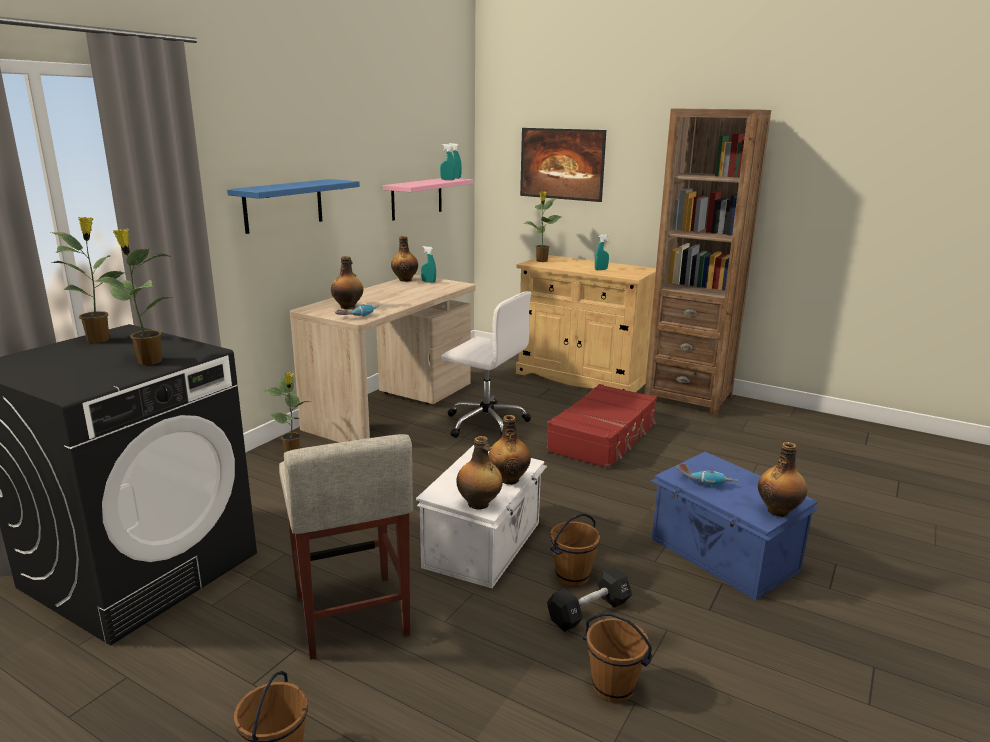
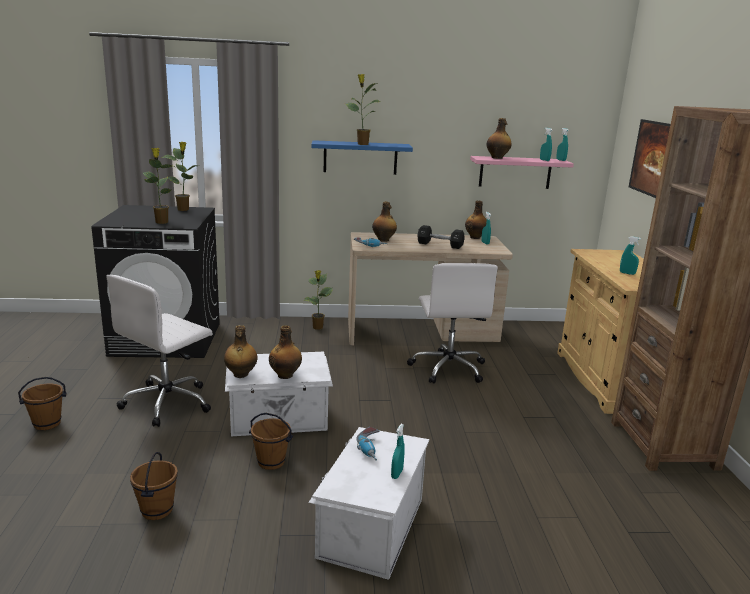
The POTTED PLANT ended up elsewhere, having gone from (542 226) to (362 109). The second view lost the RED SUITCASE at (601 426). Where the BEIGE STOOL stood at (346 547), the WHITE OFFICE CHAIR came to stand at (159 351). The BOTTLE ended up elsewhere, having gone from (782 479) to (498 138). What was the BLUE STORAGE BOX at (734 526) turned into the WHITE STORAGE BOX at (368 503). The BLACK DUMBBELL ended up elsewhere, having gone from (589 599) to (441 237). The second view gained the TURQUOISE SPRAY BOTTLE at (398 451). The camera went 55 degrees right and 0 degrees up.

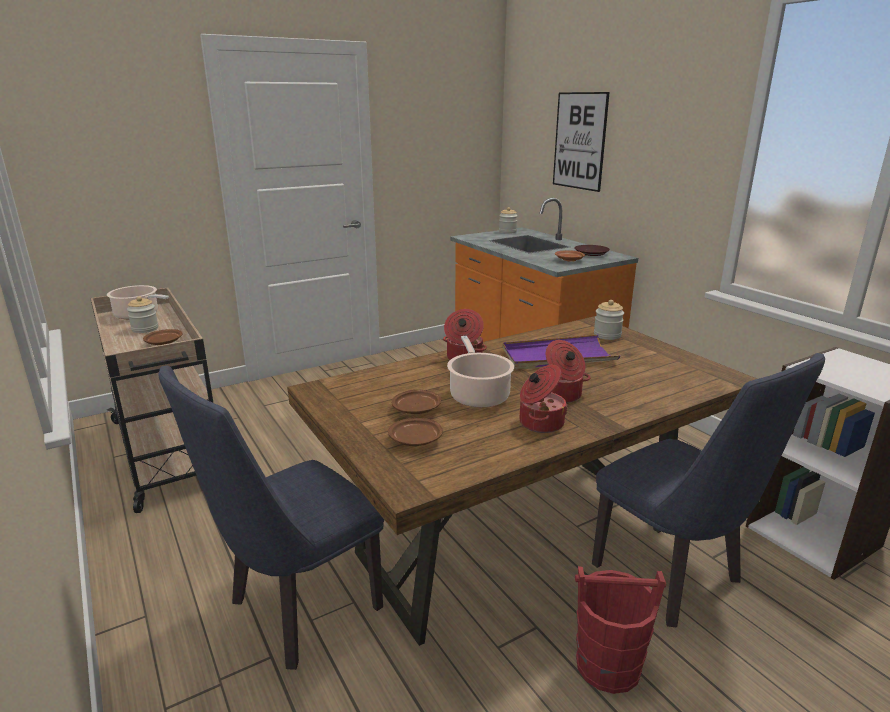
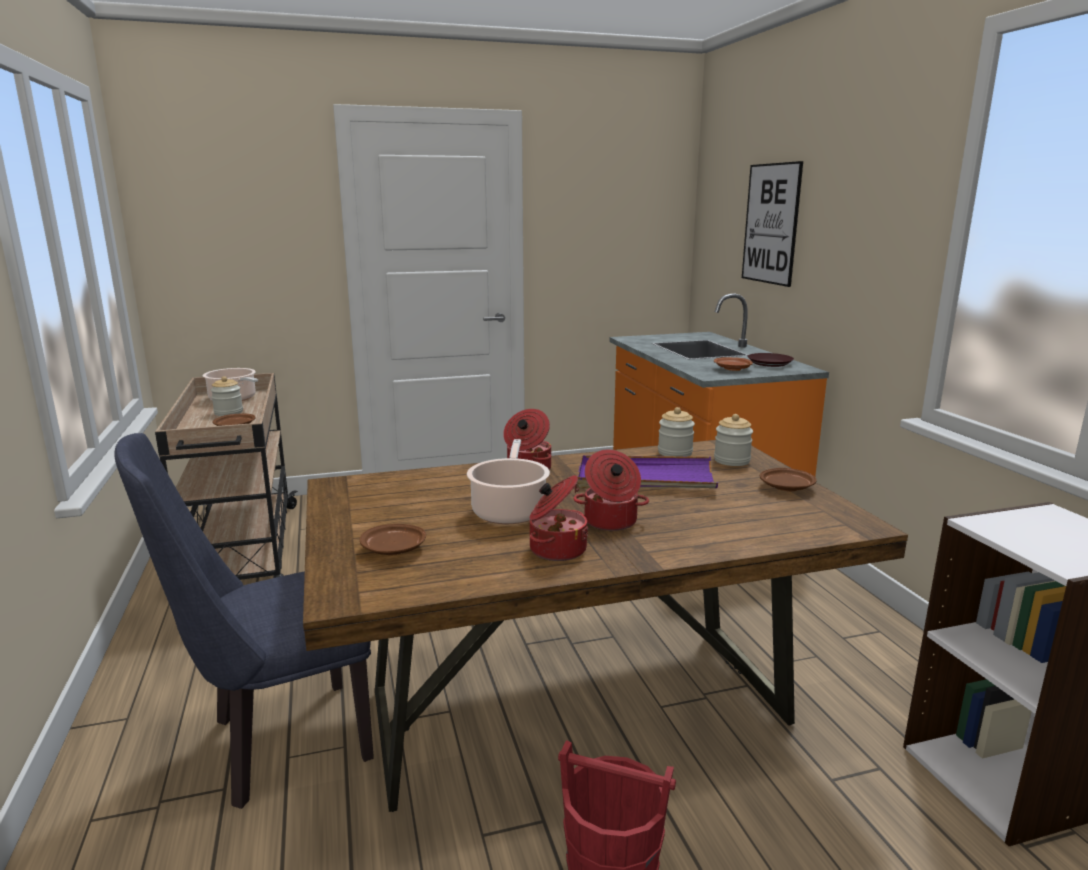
The JAR ended up elsewhere, having gone from (508 220) to (676 431). The second view lost the BLUE CHAIR at (708 490). The BROWN PLATE ended up elsewhere, having gone from (416 401) to (788 479). The camera went 15 degrees right and 5 degrees down.

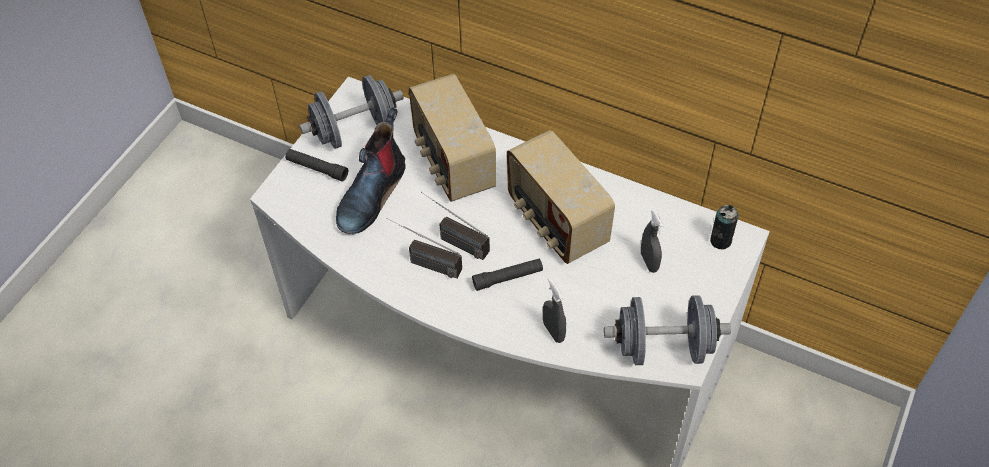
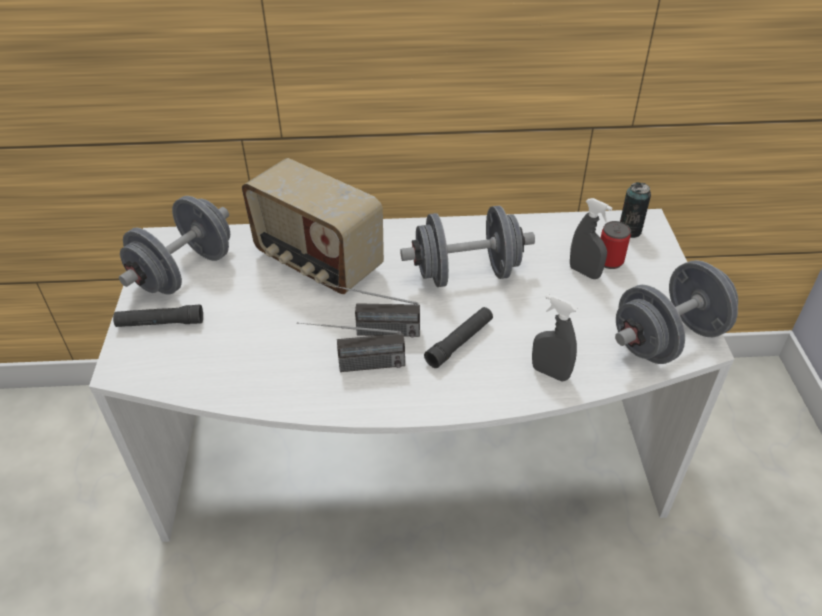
The second view lost the BOOT at (371 170). Where the RADIO stood at (561 197), the GREY DUMBBELL came to stand at (467 246). The second view gained the CAN at (616 245). The camera went 30 degrees left and 10 degrees down.

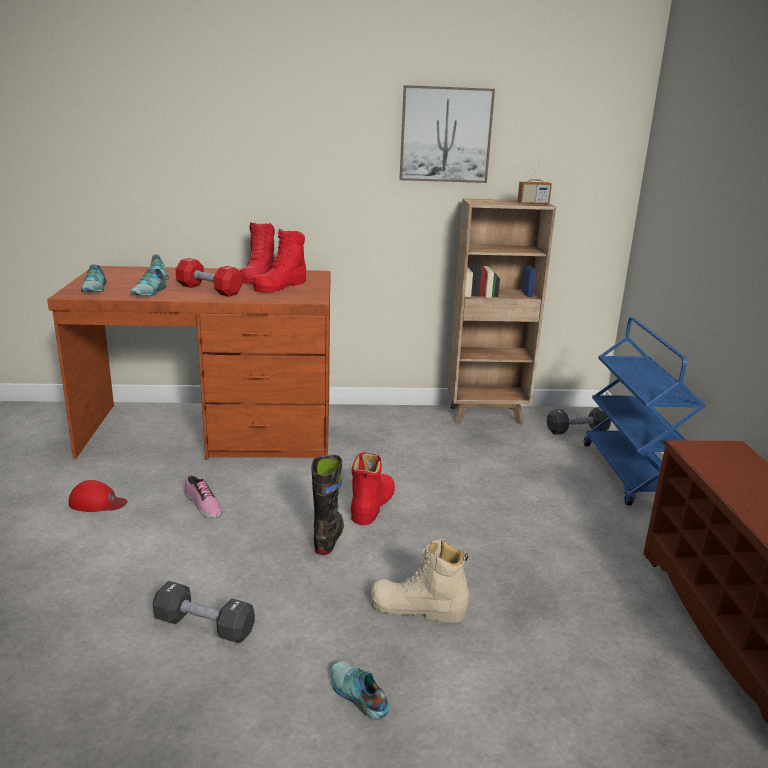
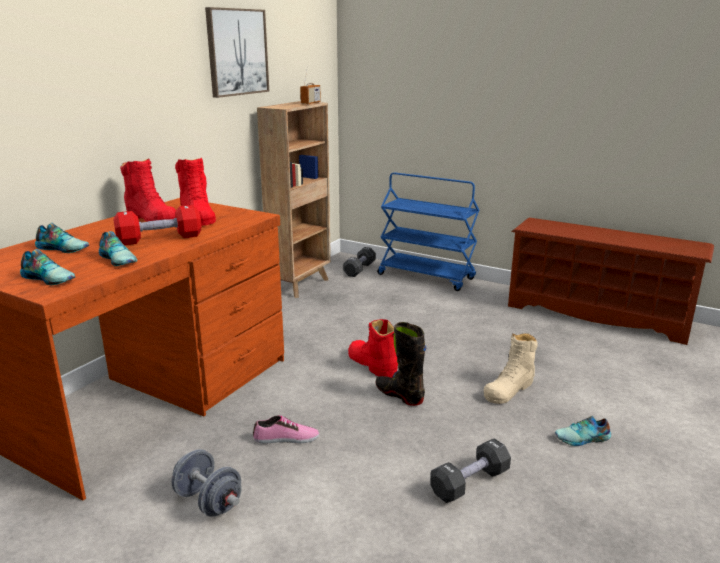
Where the RED CAP stood at (98 496), the GREY DUMBBELL came to stand at (207 483). The camera went 55 degrees left and 0 degrees up.

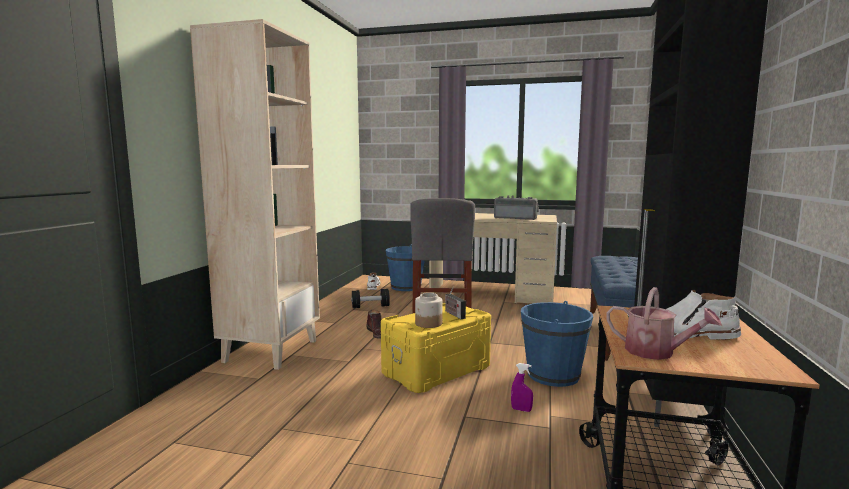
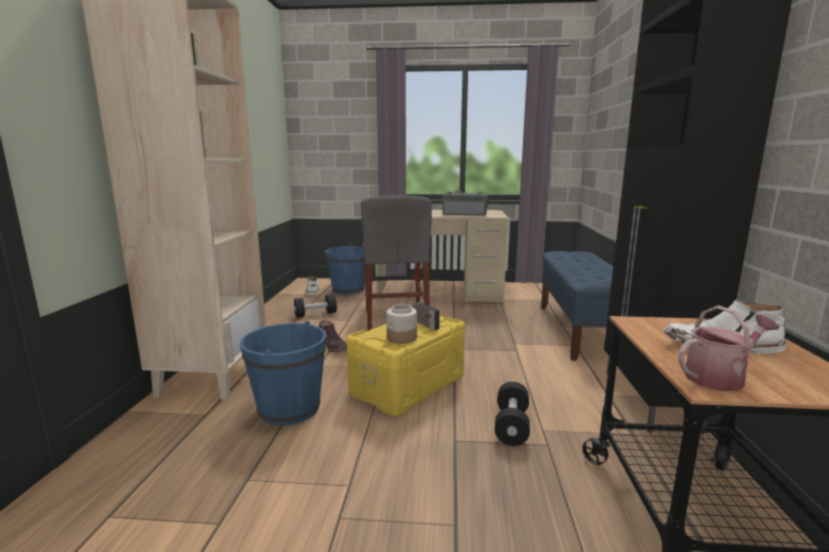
The WATERING CAN at (664 323) ended up facing another way, 45 degrees counterclockwise from before. The BLUE BUCKET ended up elsewhere, having gone from (557 344) to (283 373). Where the PURPLE SPRAY BOTTLE stood at (522 387), the BLACK DUMBBELL came to stand at (512 414). The camera went 10 degrees left and 5 degrees up.

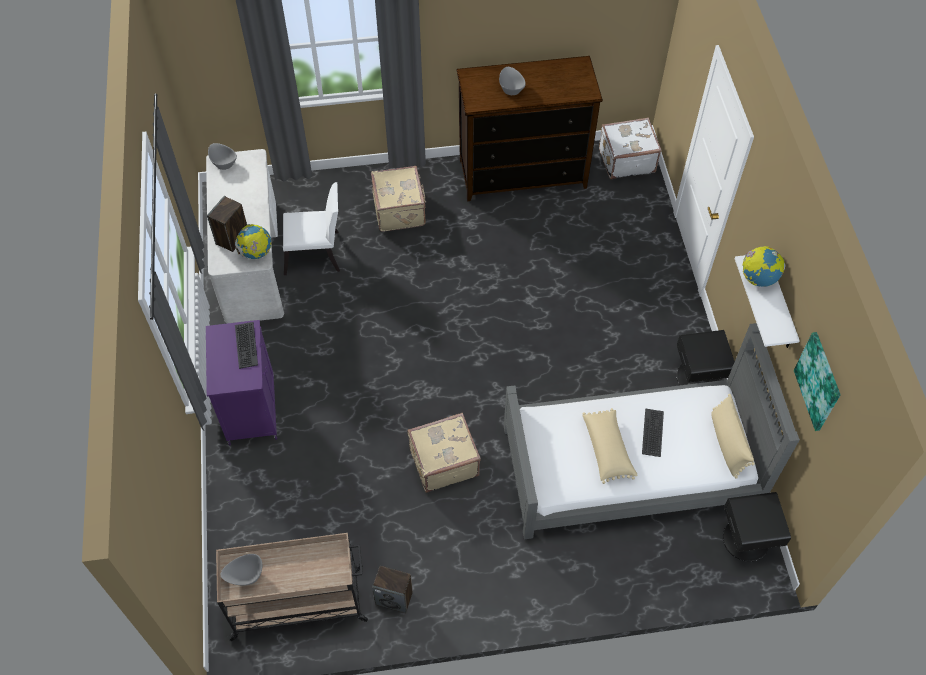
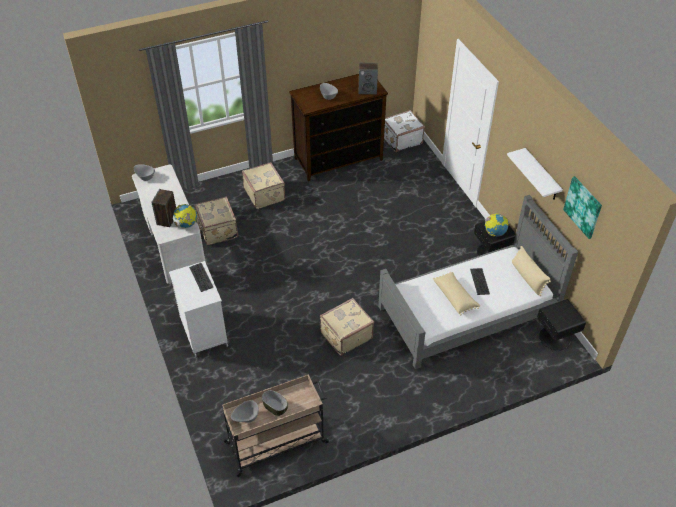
Where the WHITE CHAIR stood at (311 228), the BEIGE SUITCASE came to stand at (216 220). The GLOBE ended up elsewhere, having gone from (764 266) to (497 225). What was the PURPLE CABINET at (241 383) turned into the WHITE CABINET at (198 309). The SPEAKER ended up elsewhere, having gone from (392 589) to (368 79). The second view gained the BOWL at (275 403). The camera went 15 degrees left and 10 degrees down.

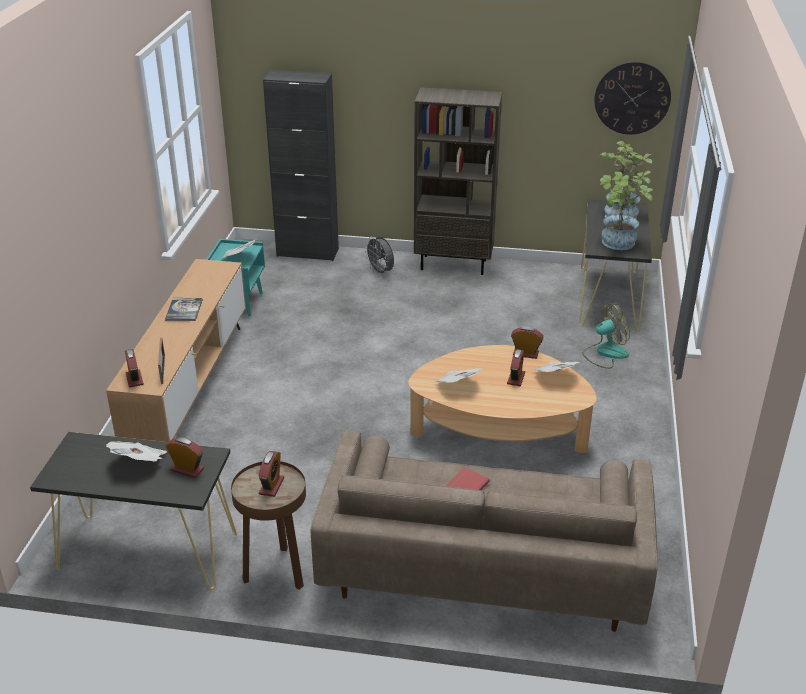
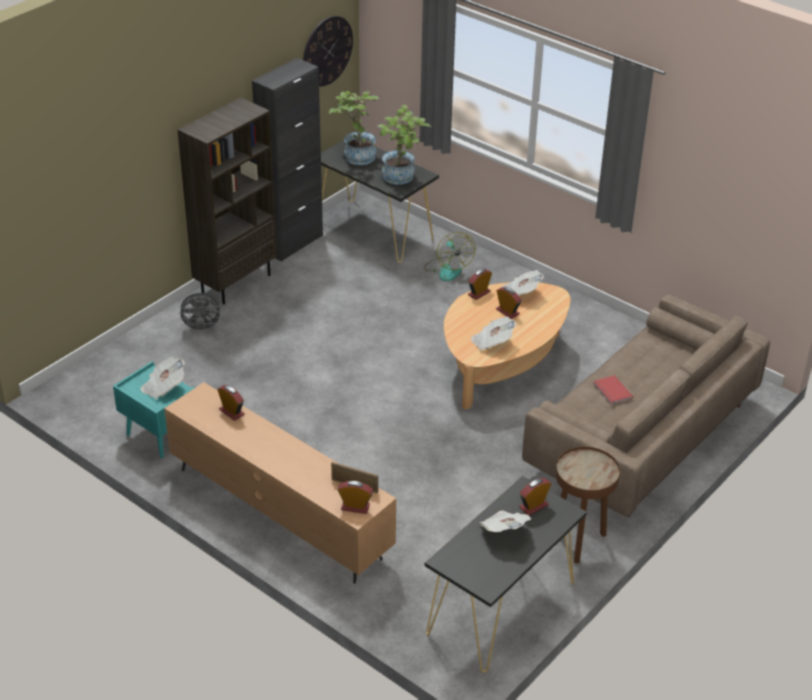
The BLACK CABINET ended up elsewhere, having gone from (301 165) to (287 160). The second view lost the BOOK at (184 309). The FAN at (606 336) ended up facing another way, 150 degrees clockwise from before. The ALARM CLOCK ended up elsewhere, having gone from (271 474) to (231 403). The camera went 60 degrees left and 5 degrees up.

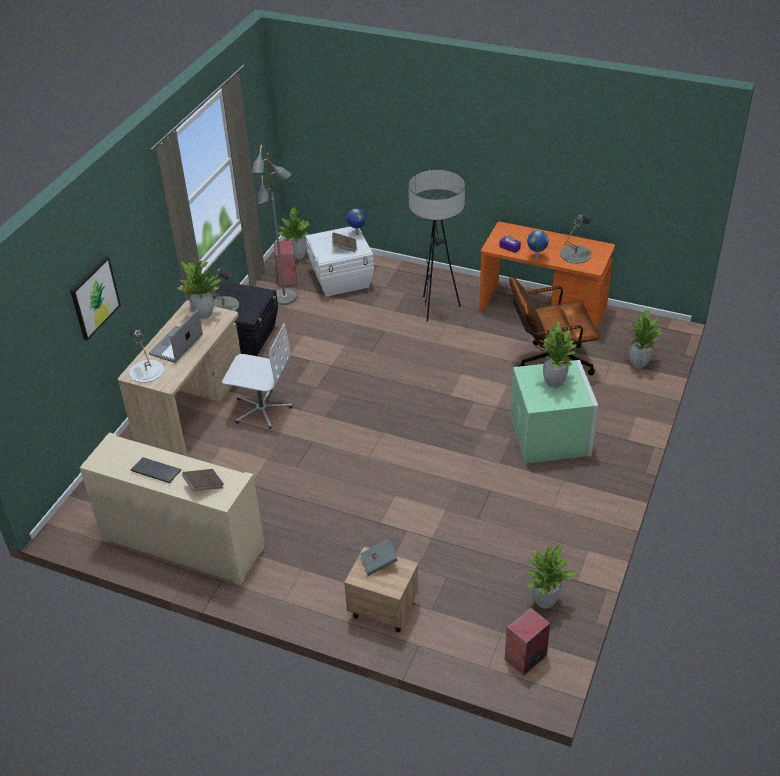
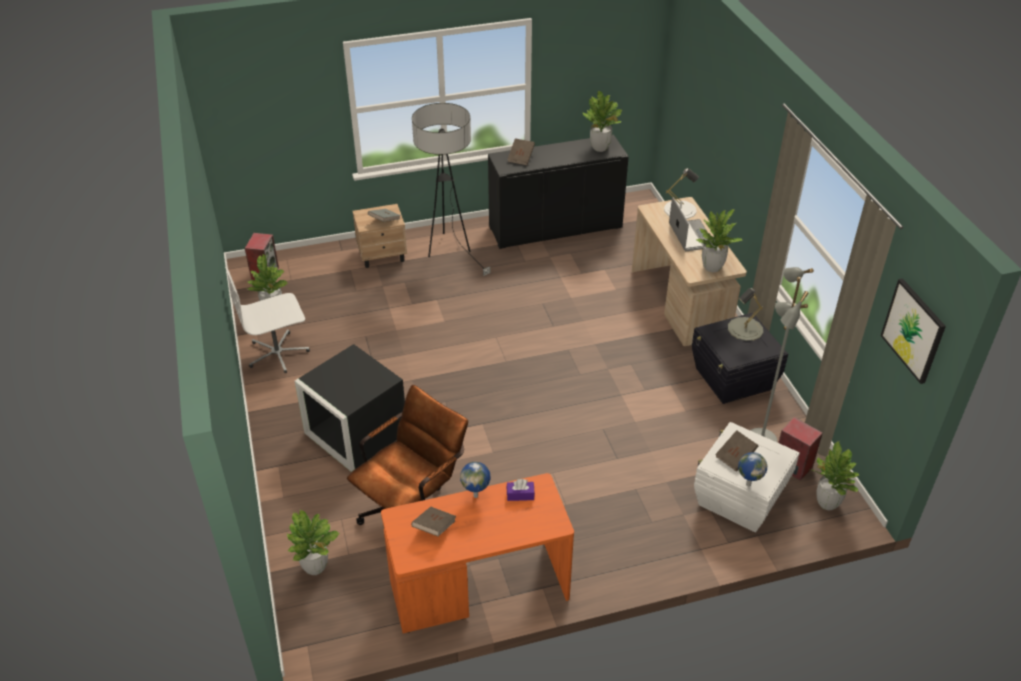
The FLOOR LAMP ended up elsewhere, having gone from (436 245) to (451 189). Where the GREY TABLE LAMP stood at (575 239), the BROWN BOOK came to stand at (433 522). The PICTURE ended up elsewhere, having gone from (96 298) to (913 331). The POTTED PLANT ended up elsewhere, having gone from (555 354) to (602 121). The WHITE OFFICE CHAIR ended up elsewhere, having gone from (257 376) to (267 319). What was the GREEN STORAGE BOX at (554 411) turned into the BLACK STORAGE BOX at (350 408). What was the BEIGE CABINET at (172 508) turned into the BLACK CABINET at (558 192). The second view lost the KEYBOARD at (156 470). The camera went 140 degrees right and 0 degrees up.

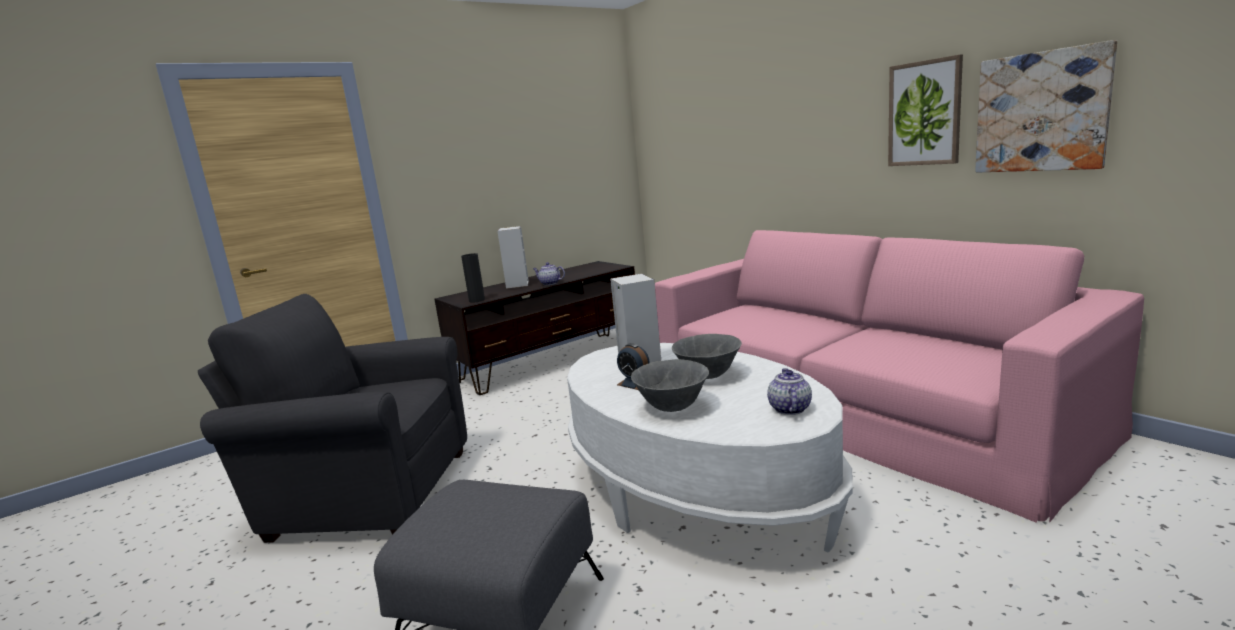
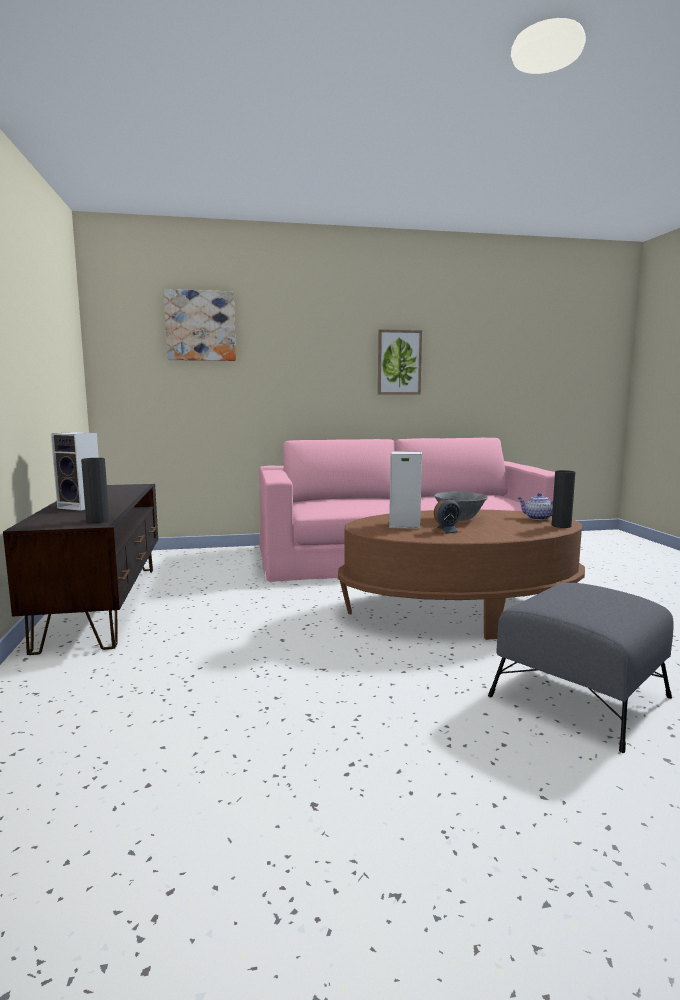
The PICTURE ended up elsewhere, having gone from (1046 106) to (200 325). The second view lost the TEAPOT at (549 273). The second view lost the GREY ARMCHAIR at (332 418). What was the WHITE COFFEE TABLE at (710 448) turned into the BROWN COFFEE TABLE at (461 575). The second view lost the GREY BOWL at (670 385). The second view gained the BLACK VASE at (563 499). The camera went 65 degrees left and 5 degrees down.

